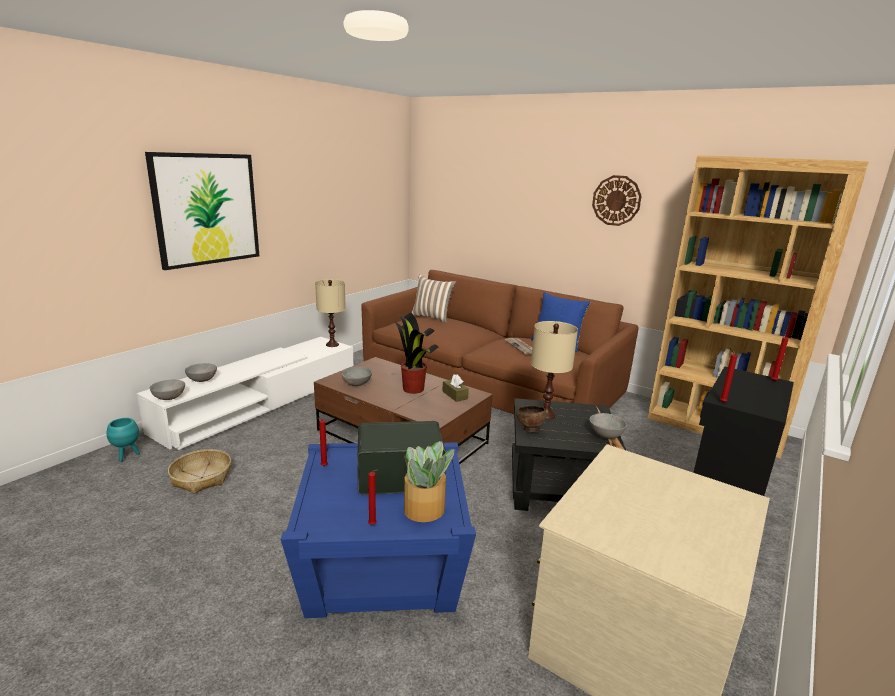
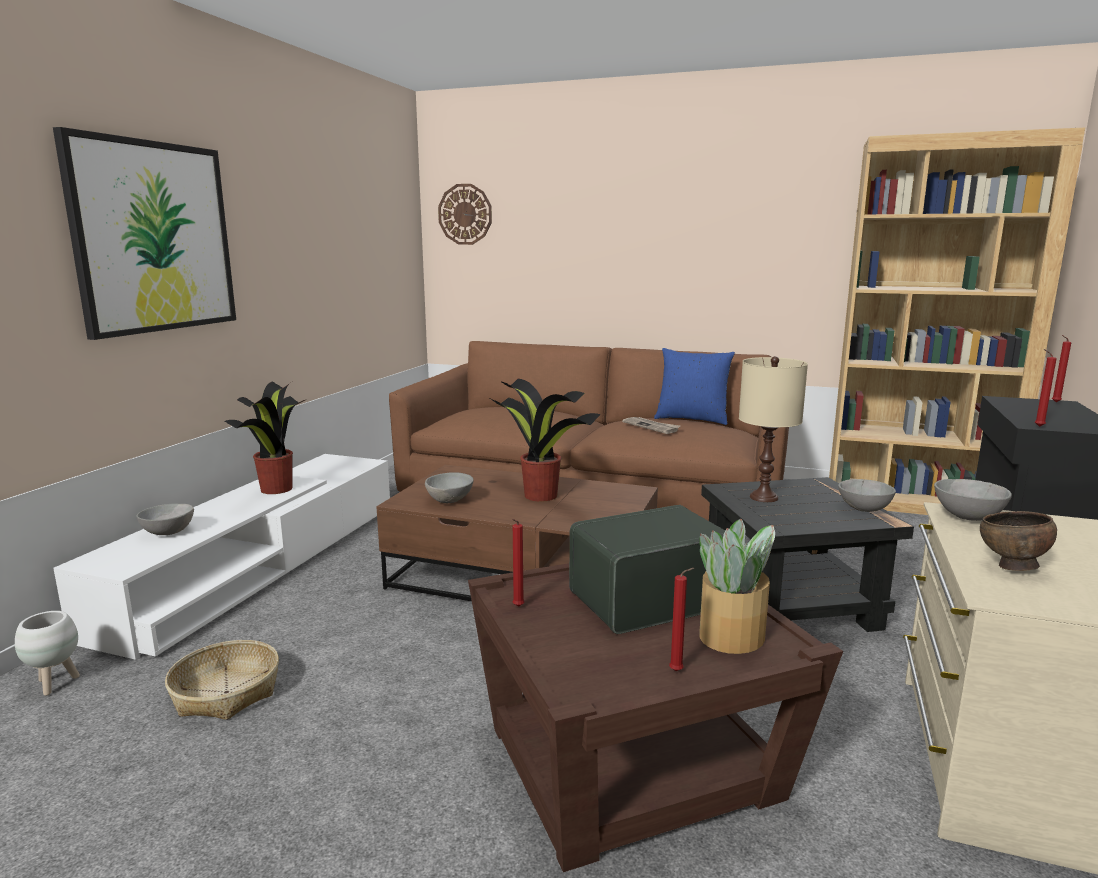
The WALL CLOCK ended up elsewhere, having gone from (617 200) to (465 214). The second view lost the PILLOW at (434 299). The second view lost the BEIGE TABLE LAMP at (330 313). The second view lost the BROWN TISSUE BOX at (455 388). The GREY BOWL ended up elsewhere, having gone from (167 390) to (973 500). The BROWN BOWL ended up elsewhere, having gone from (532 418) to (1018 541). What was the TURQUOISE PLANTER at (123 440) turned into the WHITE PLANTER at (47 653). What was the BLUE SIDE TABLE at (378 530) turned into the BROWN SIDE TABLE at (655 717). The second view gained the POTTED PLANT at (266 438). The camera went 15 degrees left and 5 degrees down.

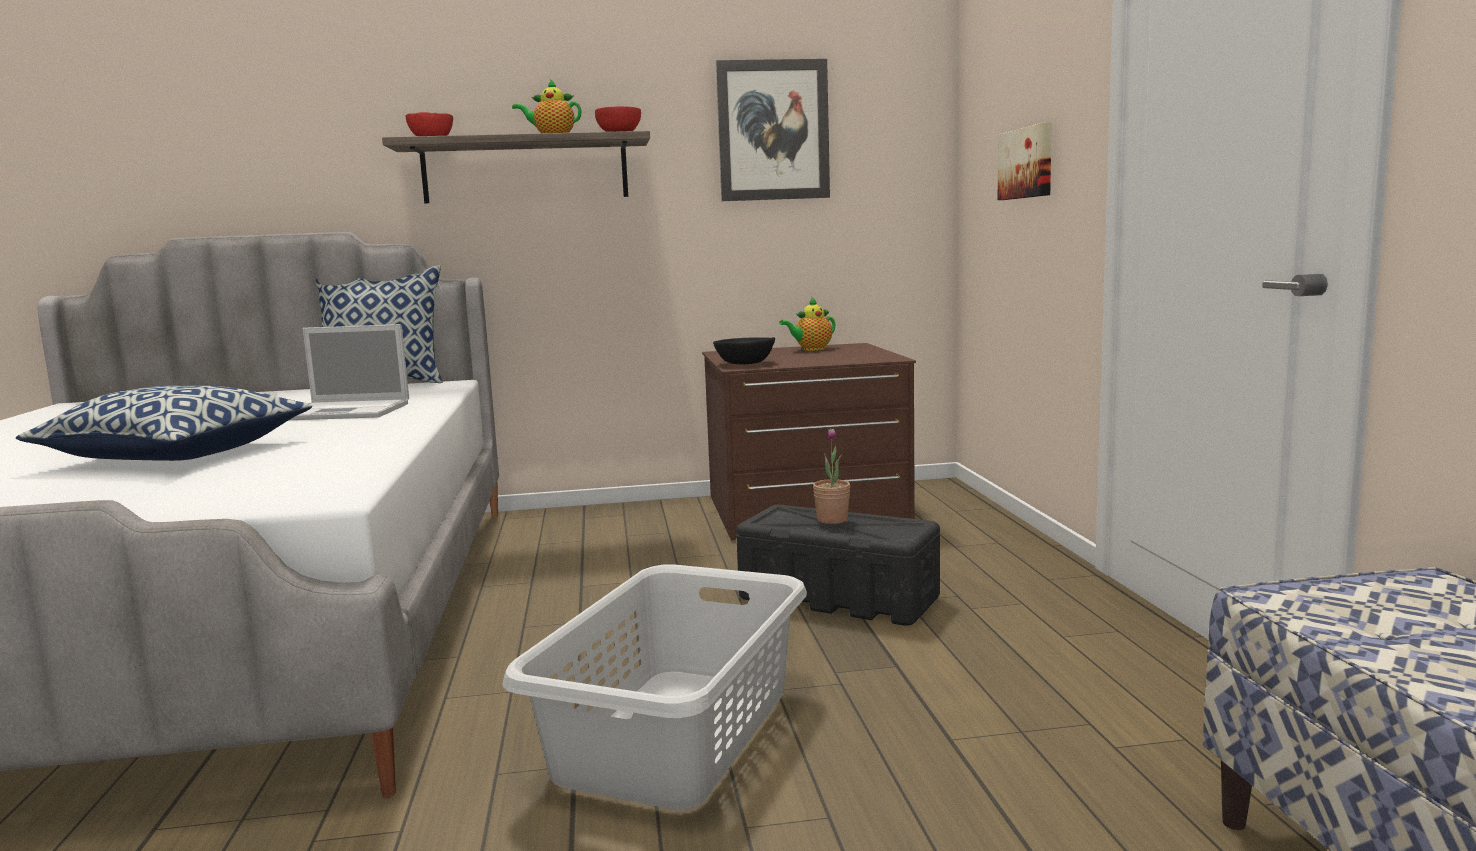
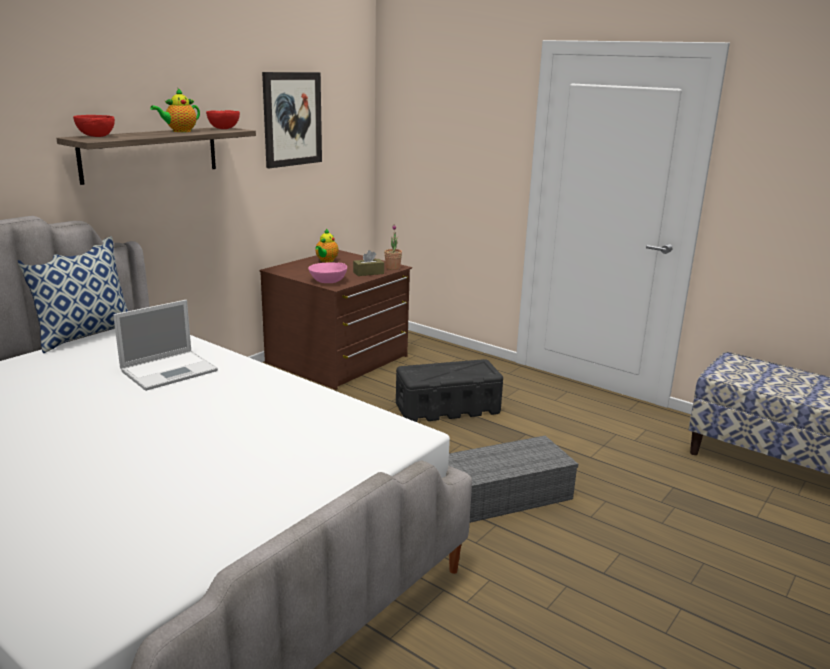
The second view lost the PICTURE at (1025 161). What was the BLACK BOWL at (744 351) turned into the PINK BOWL at (327 272). The second view lost the PILLOW at (164 423). The POTTED PLANT ended up elsewhere, having gone from (831 476) to (393 247). Where the GREY LAUNDRY BASKET stood at (654 687), the GREY STORAGE BOX came to stand at (513 479). The second view gained the BROWN TISSUE BOX at (368 263). The camera went 45 degrees left and 10 degrees up.

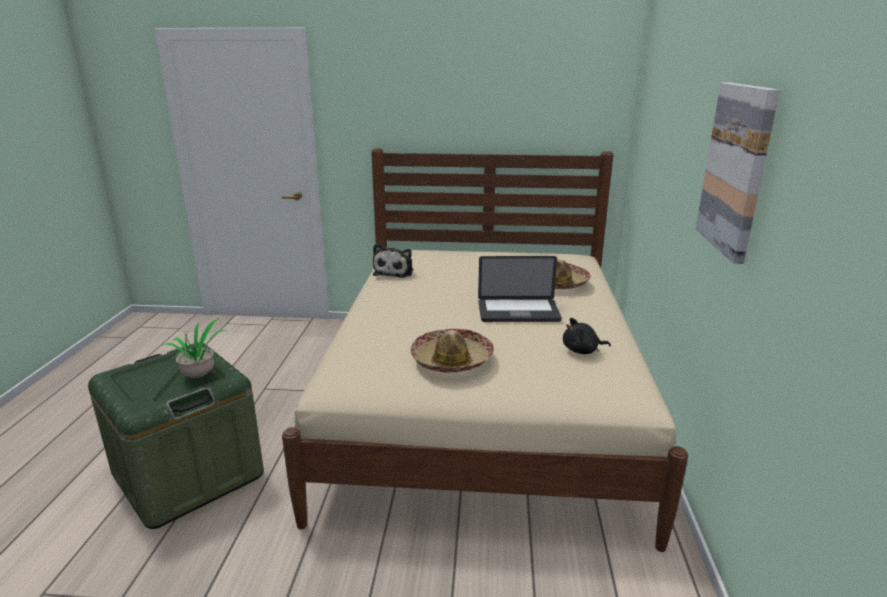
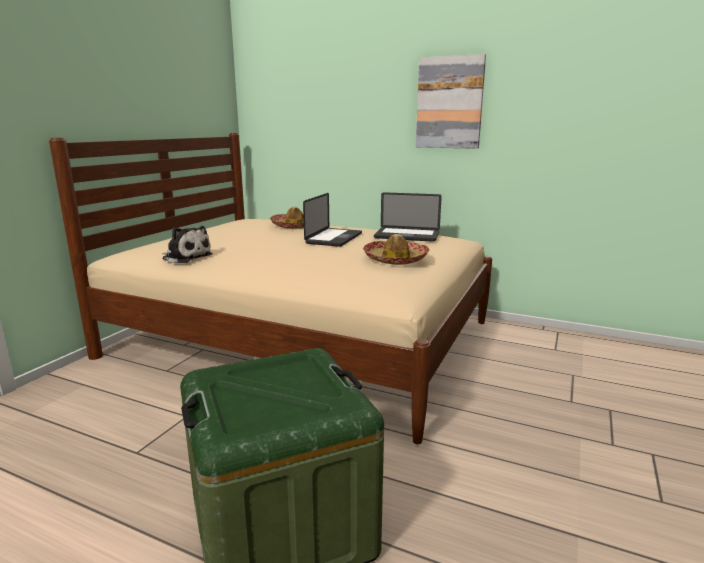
The second view lost the POTTED PLANT at (195 348). Where the BLACK PLUSH TOY stood at (587 336), the LAPTOP came to stand at (408 217). The camera went 70 degrees left and 5 degrees down.

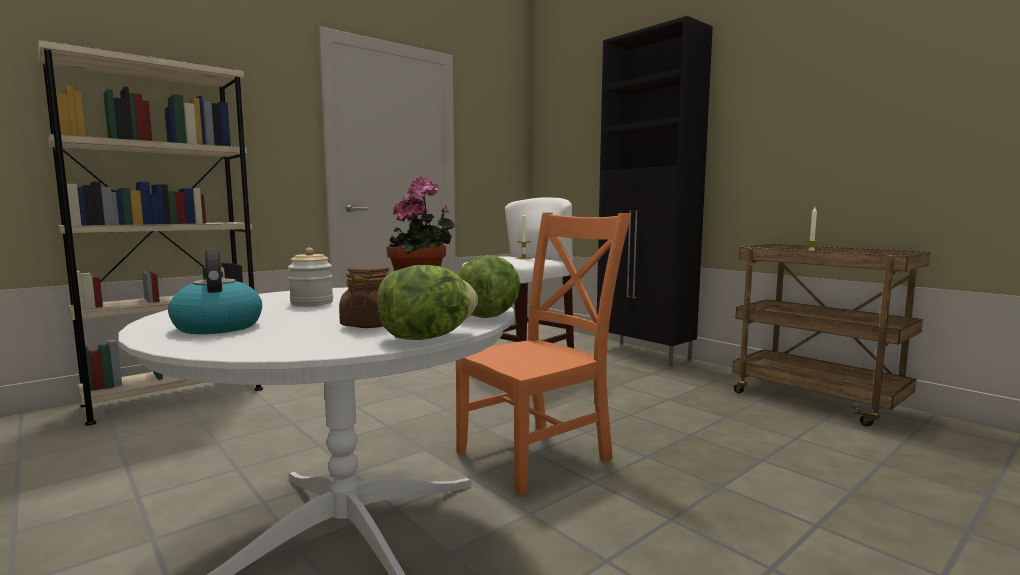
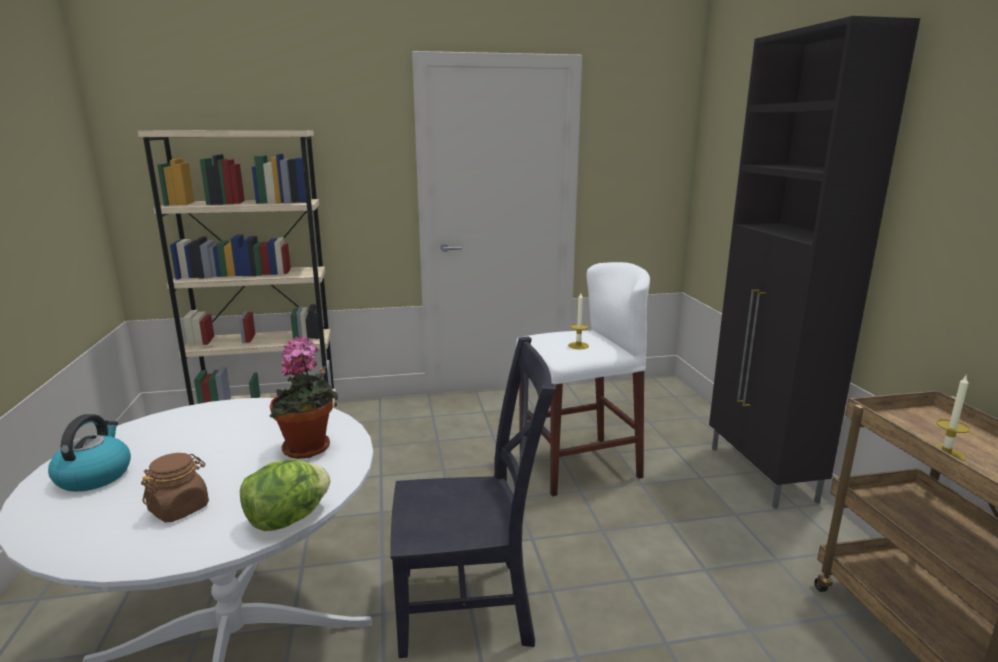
What was the ORANGE CHAIR at (543 353) turned into the BLACK CHAIR at (473 497). The second view lost the JAR at (310 277). The second view lost the LETTUCE at (427 302). The camera went 30 degrees right and 10 degrees up.

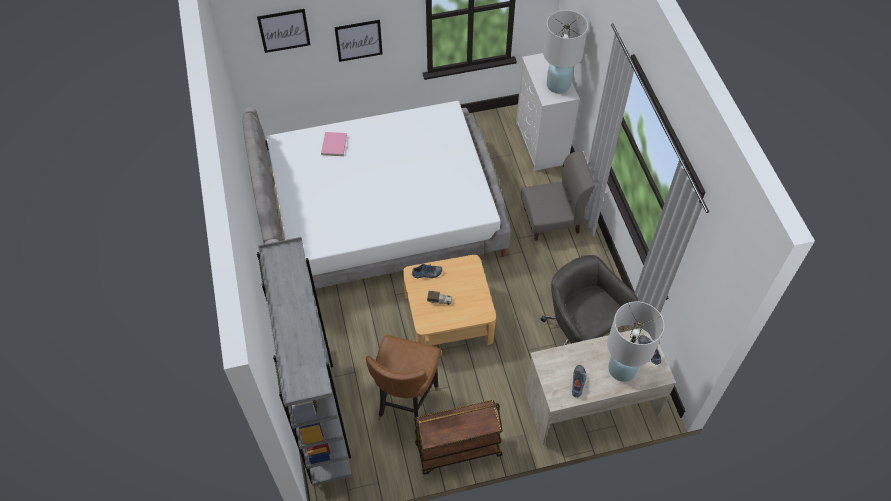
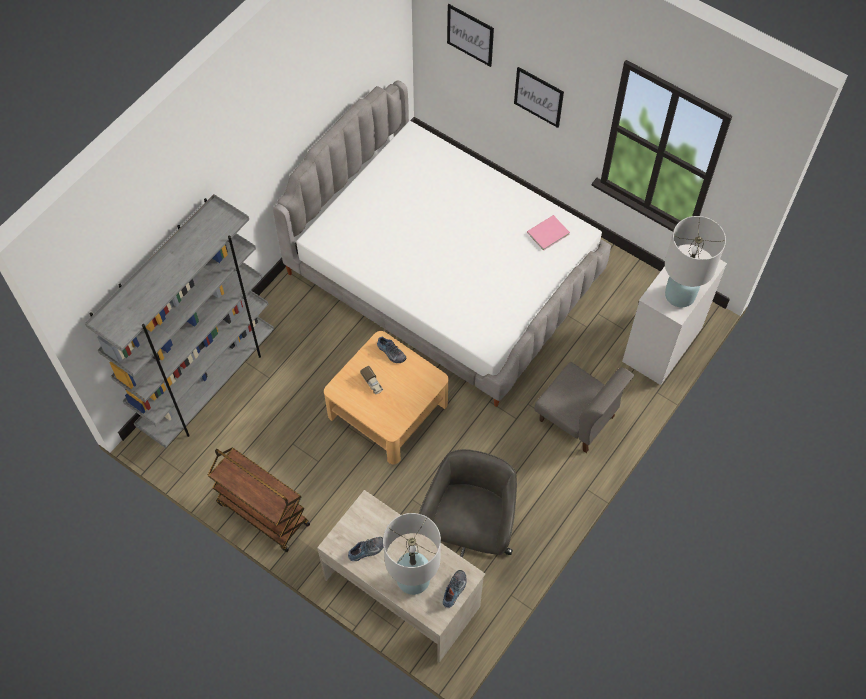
The PINK BOOK ended up elsewhere, having gone from (334 144) to (548 233). The second view lost the BROWN CHAIR at (403 378). The camera went 50 degrees right and 5 degrees up.

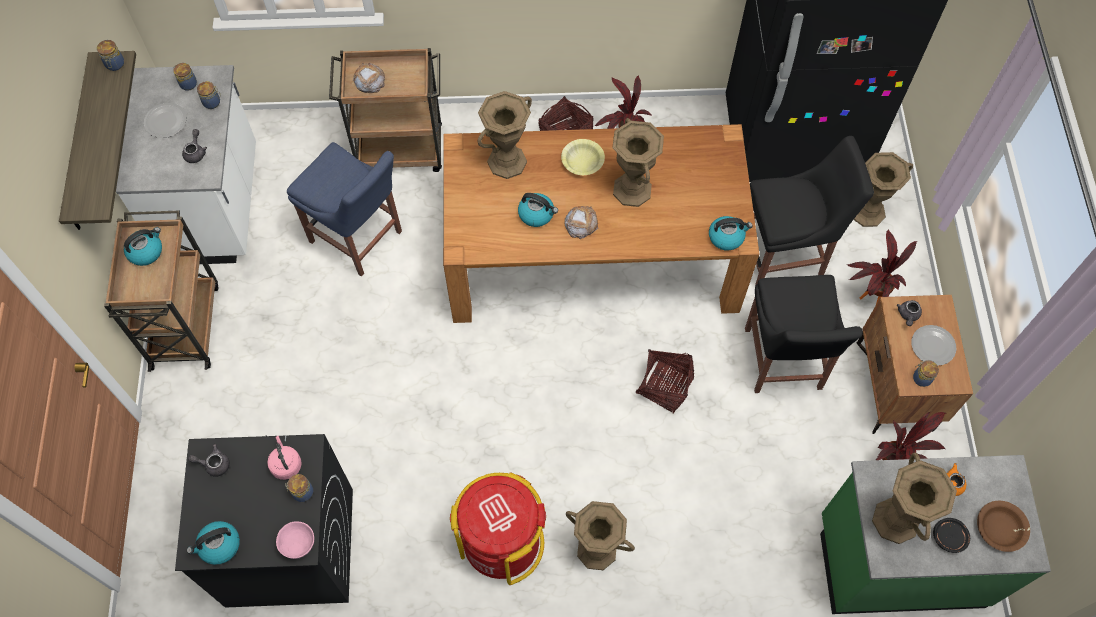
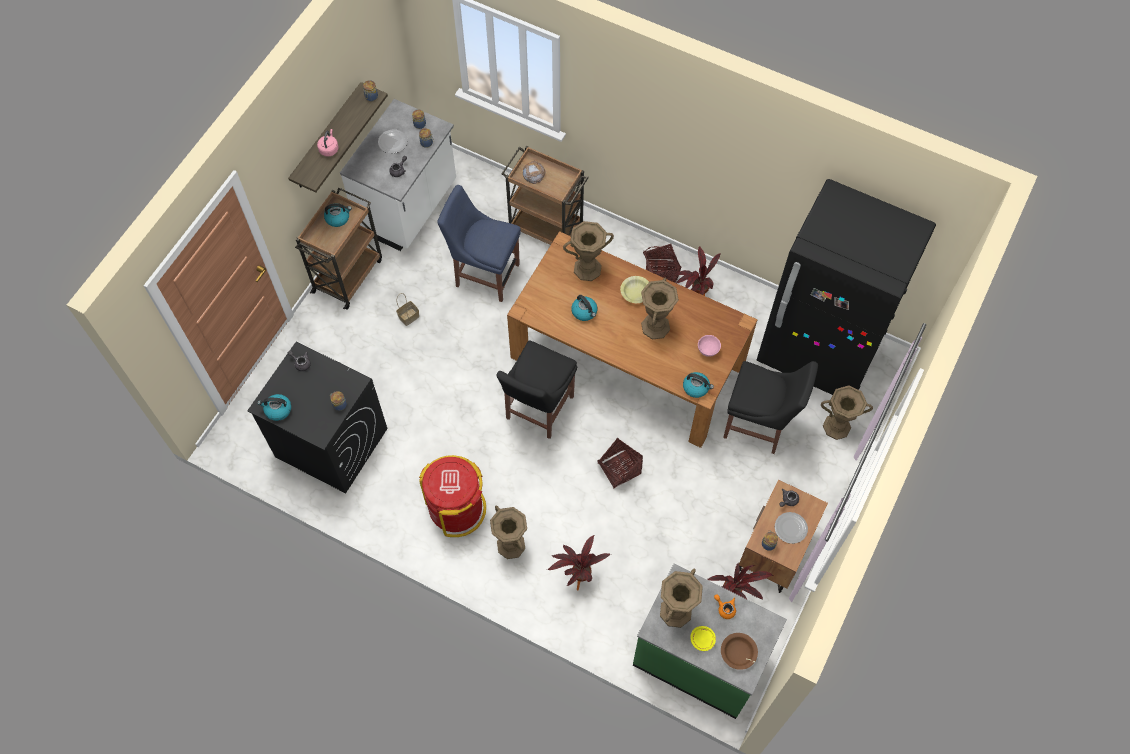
The BLUE CHAIR at (344 209) ended up facing another way, 135 degrees clockwise from before. The second view lost the BREAD at (581 222). The POTTED PLANT ended up elsewhere, having gone from (882 266) to (579 562). The BLACK CHAIR ended up elsewhere, having gone from (804 334) to (536 390). The PINK KETTLE ended up elsewhere, having gone from (284 458) to (328 142). What was the BLACK PLATE at (951 535) turned into the YELLOW PLATE at (703 638). The PINK BOWL ended up elsewhere, having gone from (295 540) to (709 346). The second view gained the BASKET at (407 309). The camera went 30 degrees right and 0 degrees up.

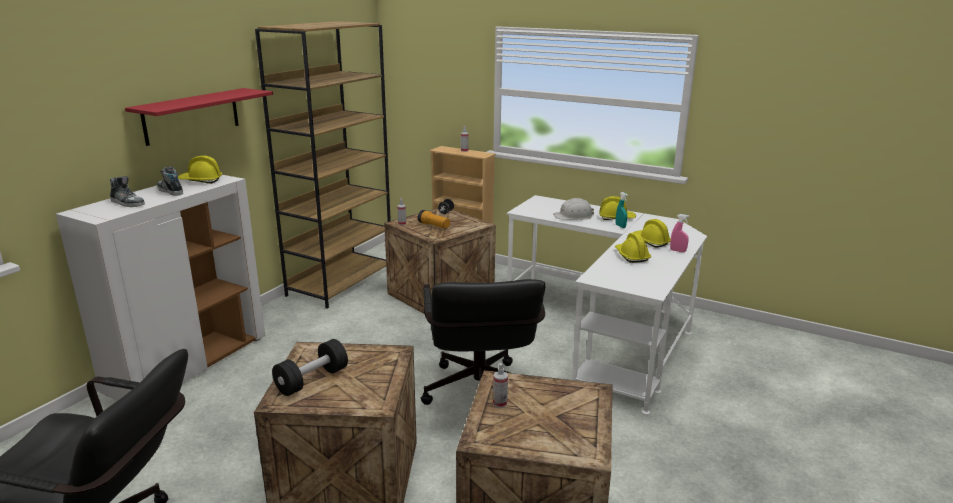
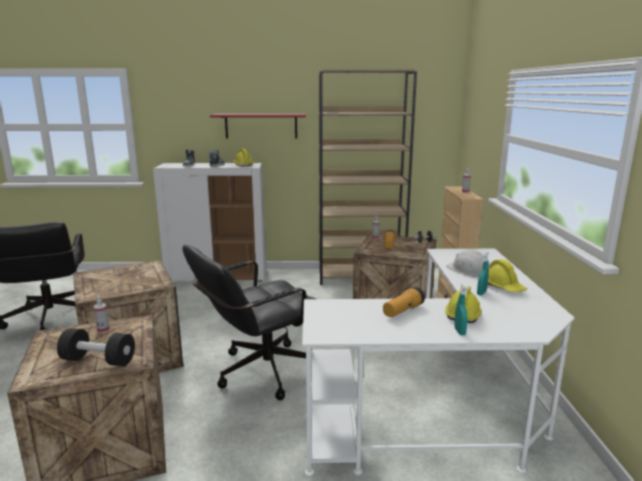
What was the PINK SPRAY BOTTLE at (680 233) turned into the TURQUOISE SPRAY BOTTLE at (461 309). Where the YELLOW HARD HAT stood at (633 248), the FLASHLIGHT came to stand at (404 302). The BLACK DUMBBELL ended up elsewhere, having gone from (310 367) to (96 347). The camera went 60 degrees right and 5 degrees down.

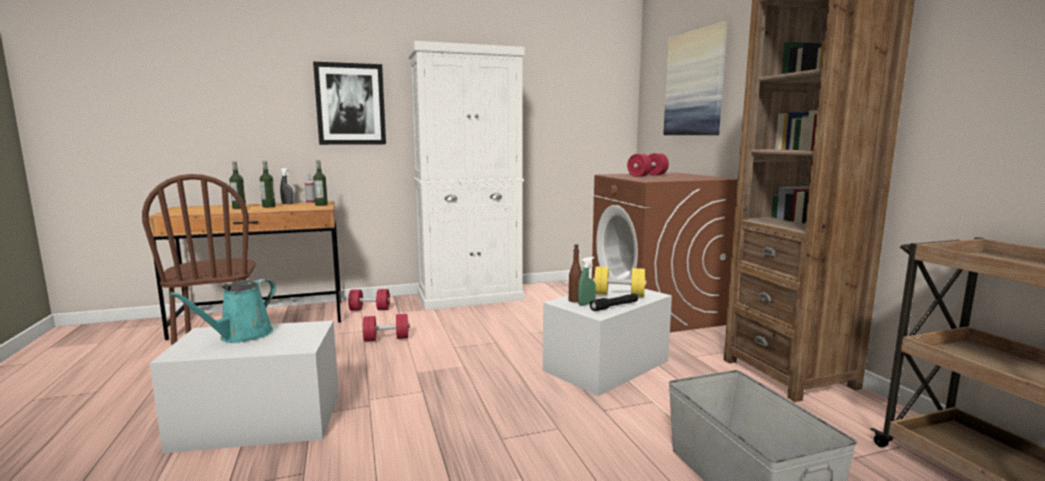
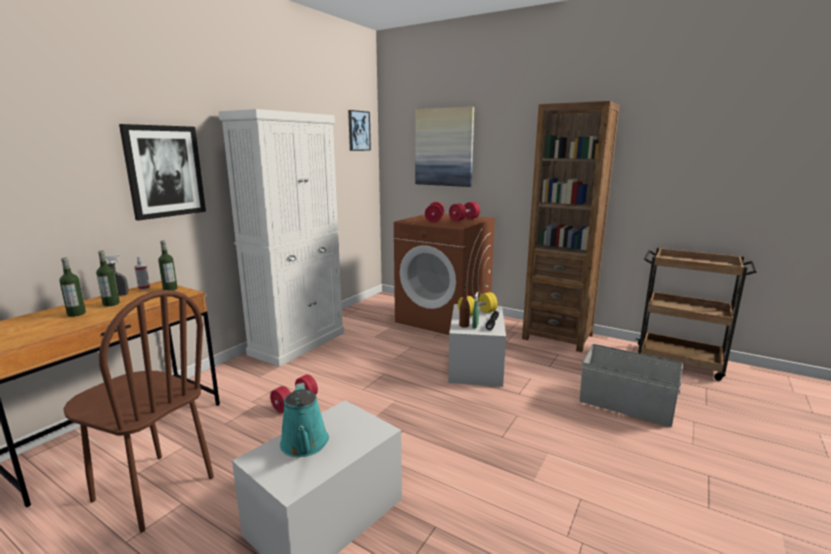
The RED DUMBBELL ended up elsewhere, having gone from (369 300) to (464 211). The second view gained the PICTURE at (359 130). The camera went 40 degrees left and 5 degrees up.

